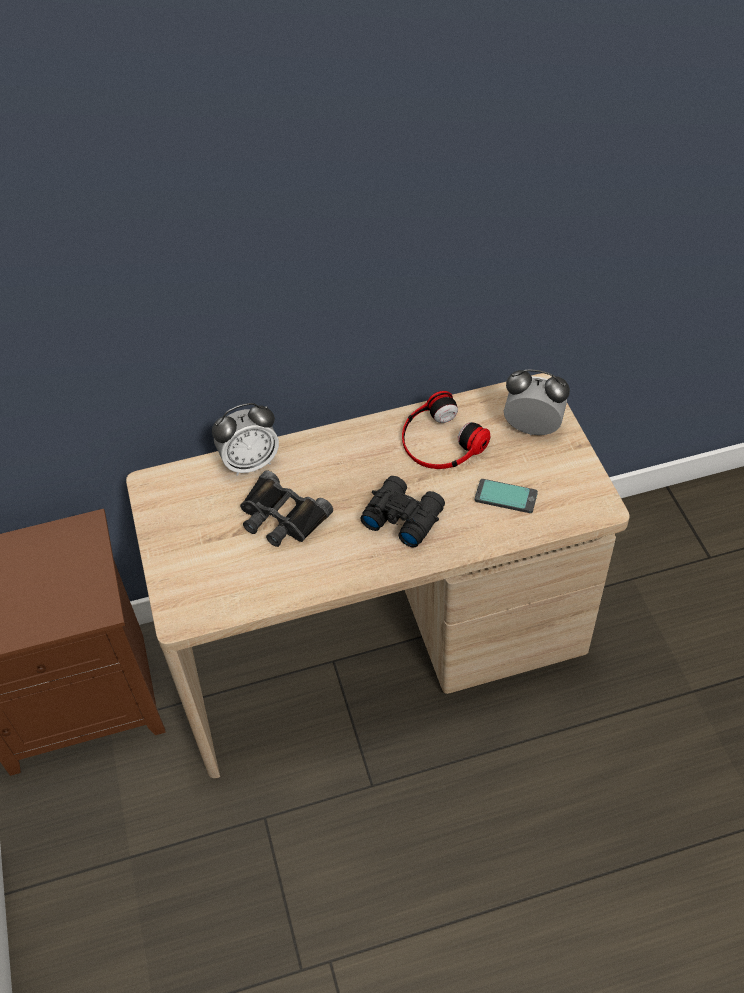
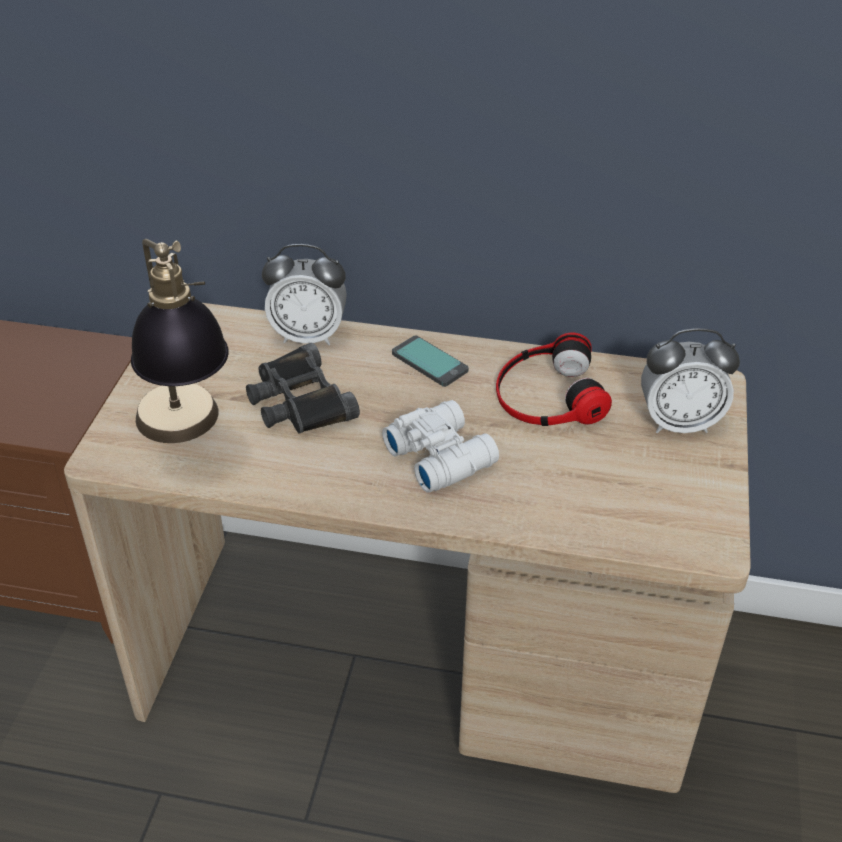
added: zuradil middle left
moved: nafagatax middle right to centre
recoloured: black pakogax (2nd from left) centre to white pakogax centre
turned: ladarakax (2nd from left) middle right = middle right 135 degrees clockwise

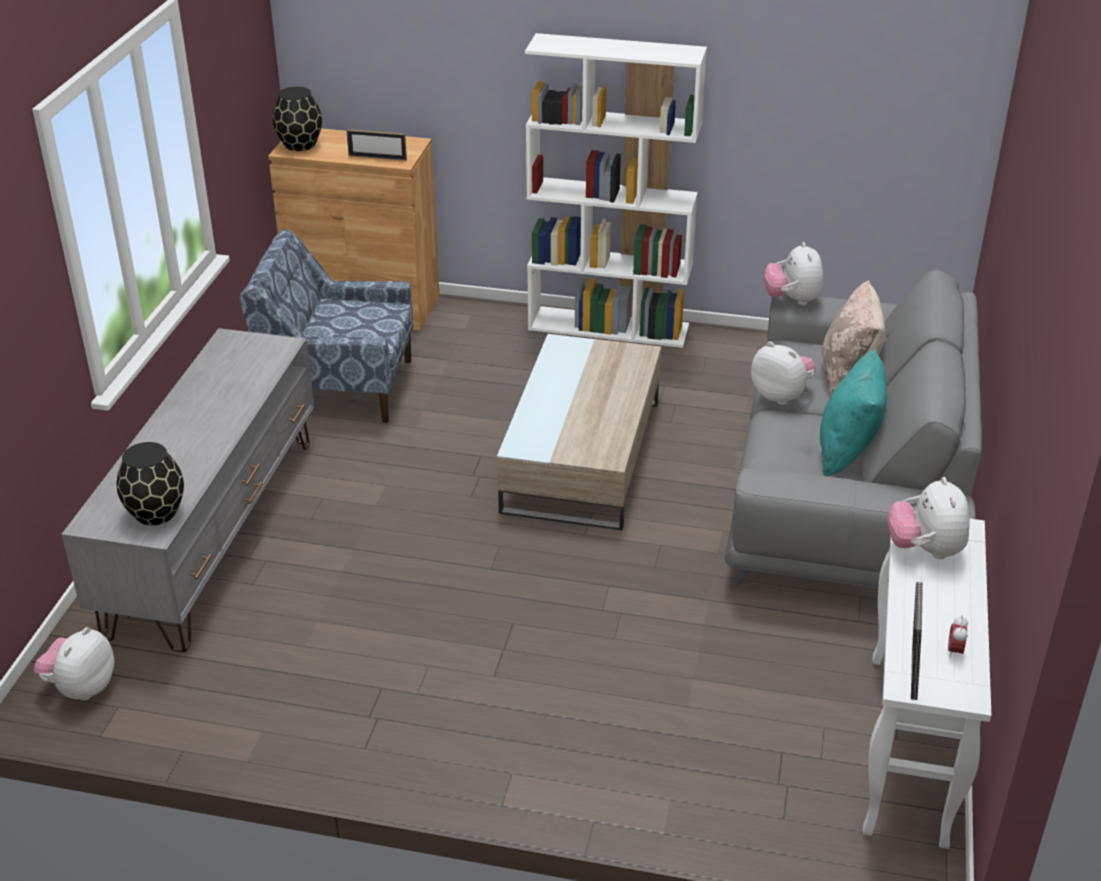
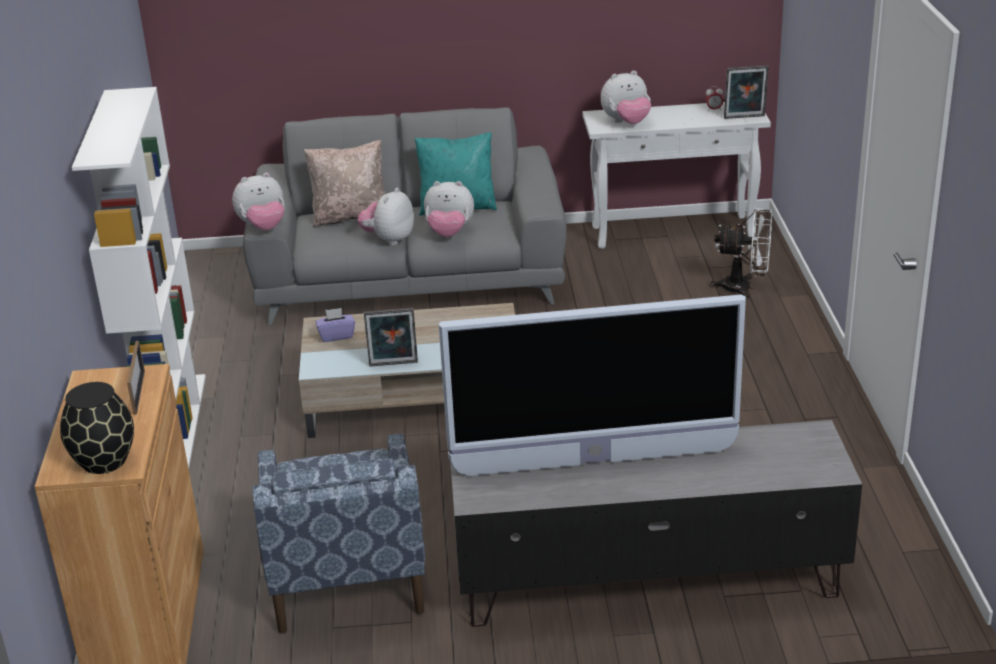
removed: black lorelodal (1st from left) middle left
added: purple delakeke centre; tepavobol (2nd from left) centre; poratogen centre; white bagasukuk middle right
moved: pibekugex (1st from left in the first image) bottom left to pibekugex (3rd from left) top centre

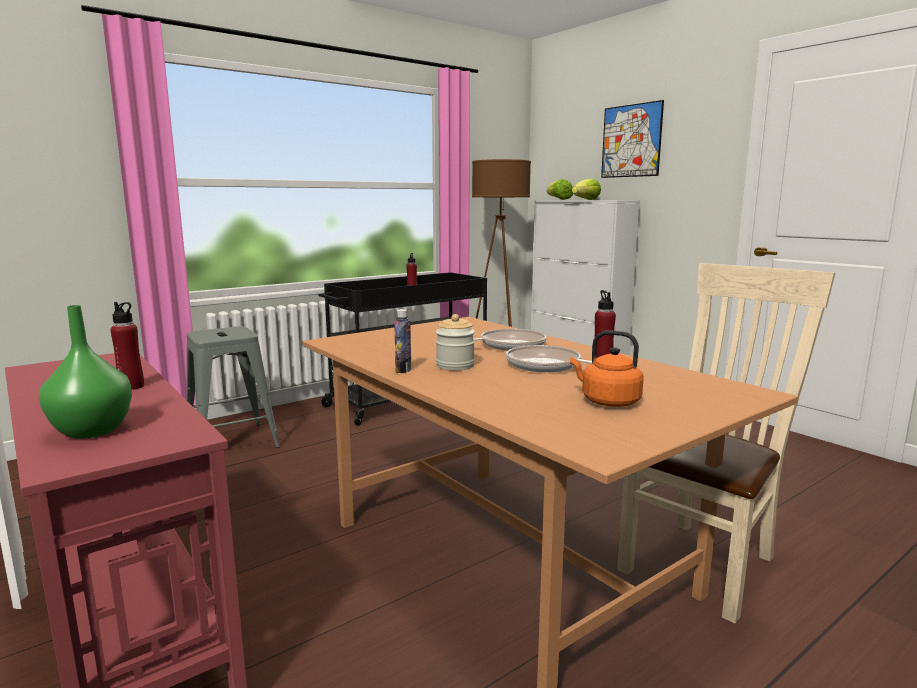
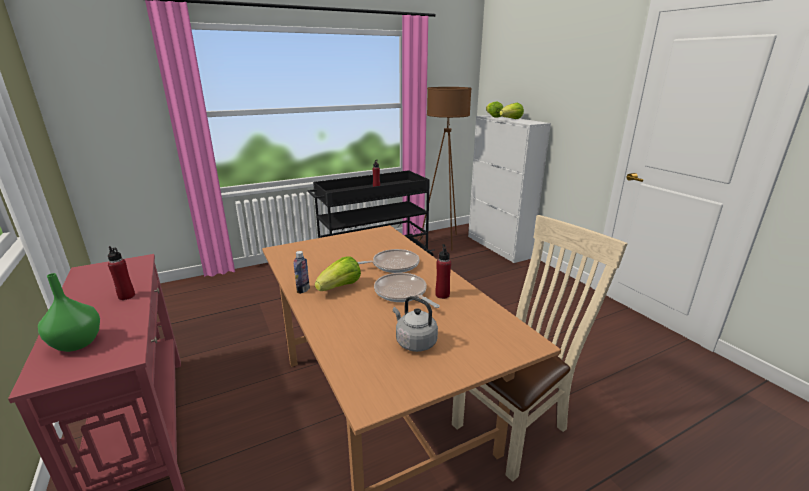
removed: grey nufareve middle left; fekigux top right
replaced: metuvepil centre to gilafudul (1st from left) centre
recoloured: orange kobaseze centre to grey kobaseze centre

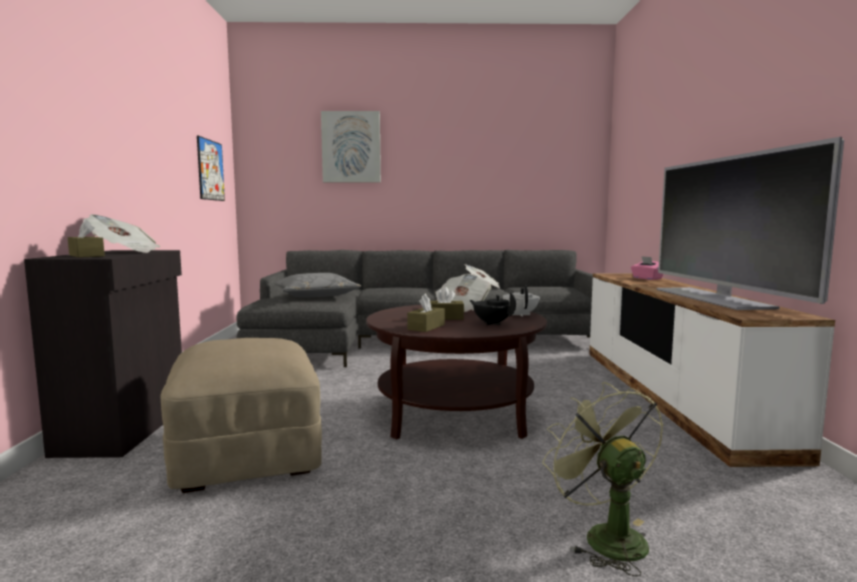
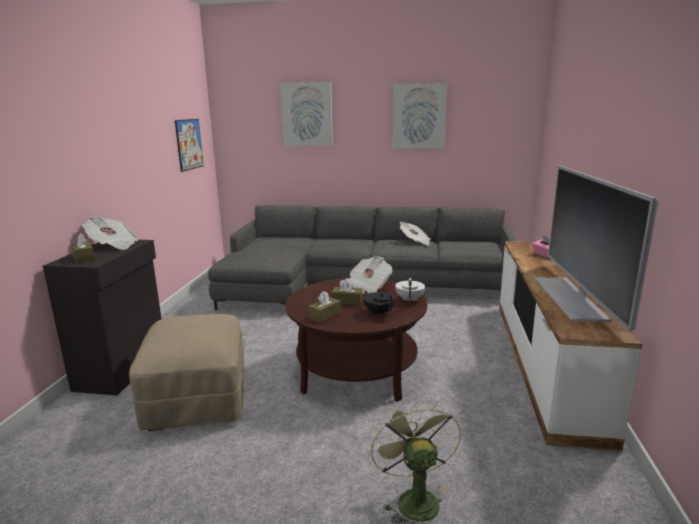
removed: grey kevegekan centre
added: fekigux (3rd from left) top centre

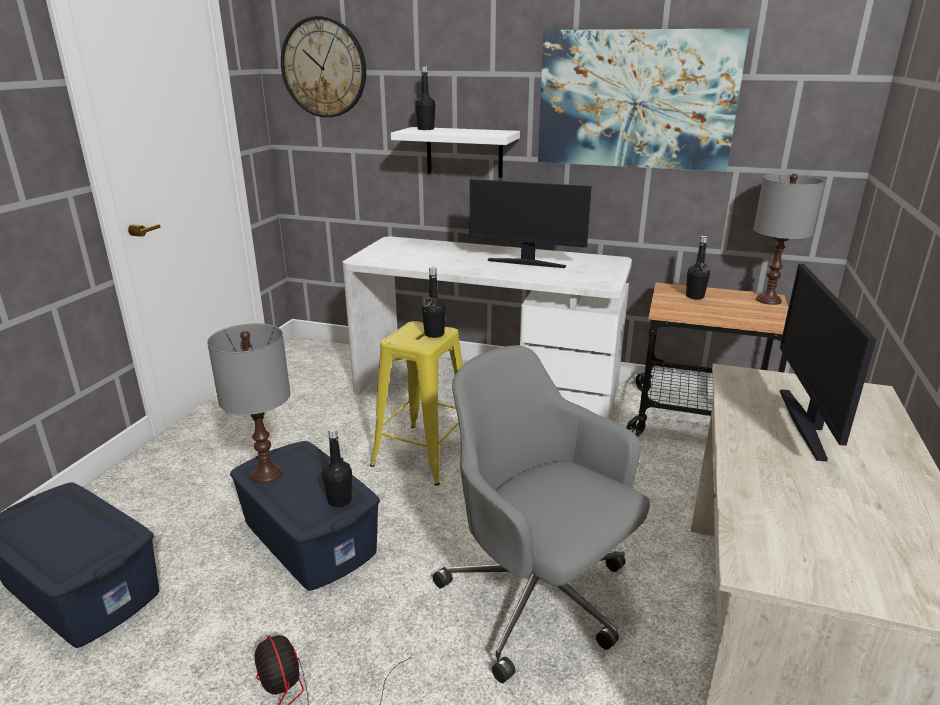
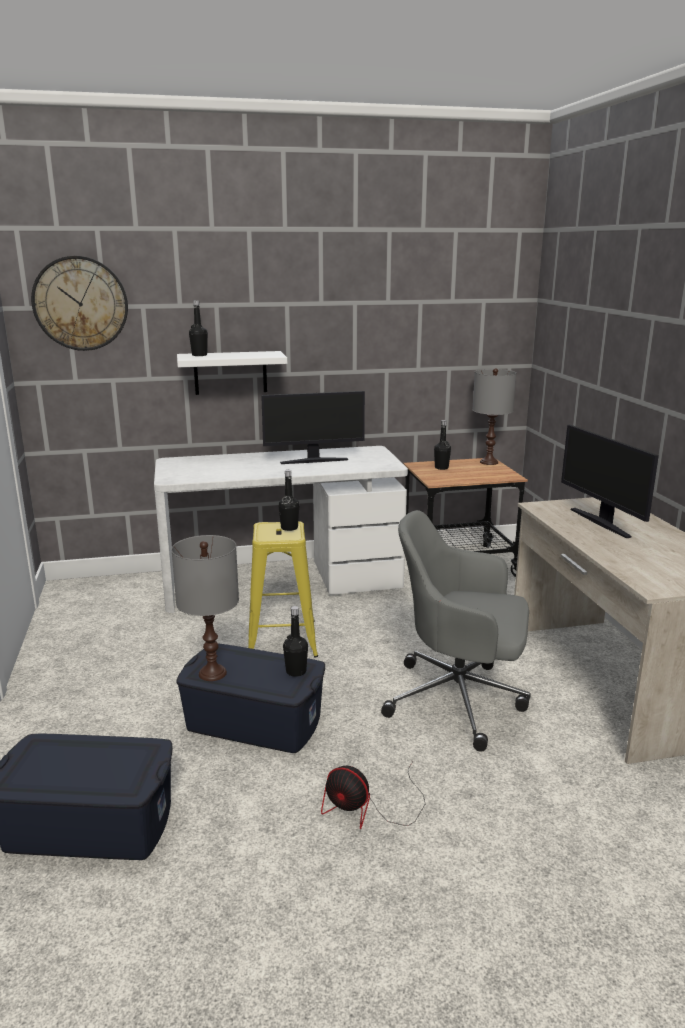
removed: fekigux top right

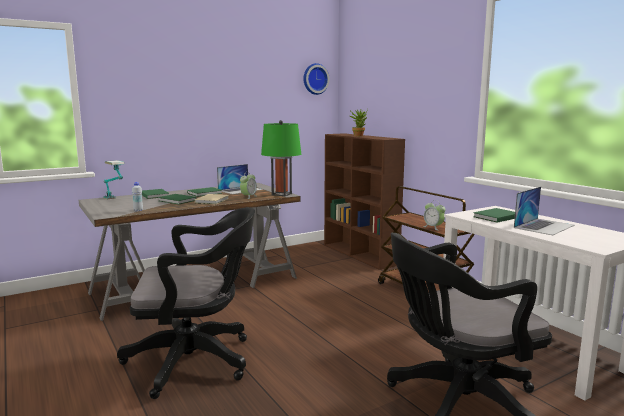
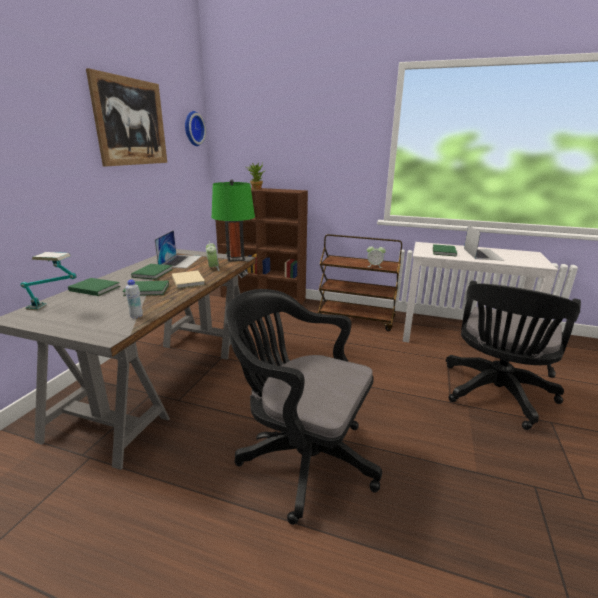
added: fekigux top left
turned: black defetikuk (1st from left) bottom left = bottom centre 105 degrees counterclockwise

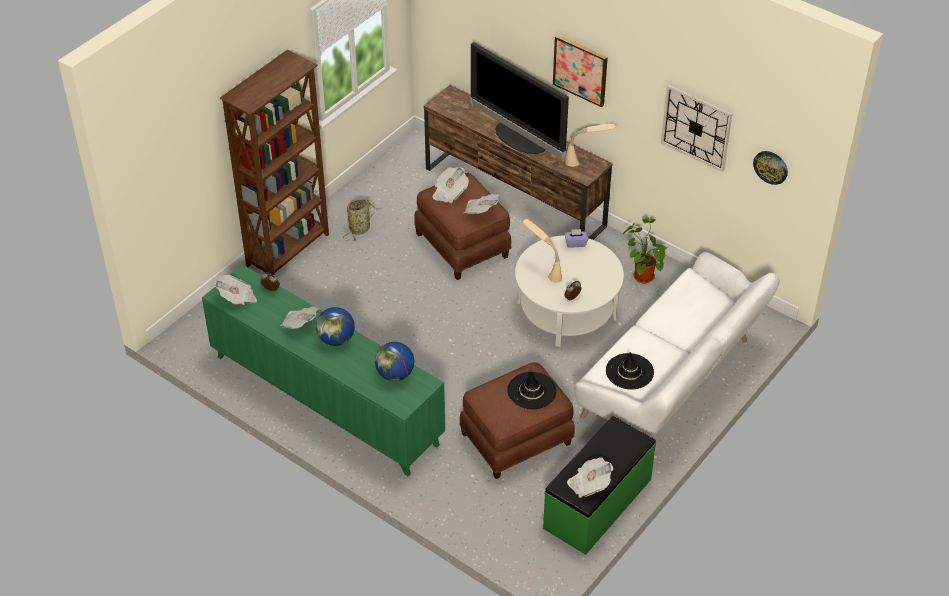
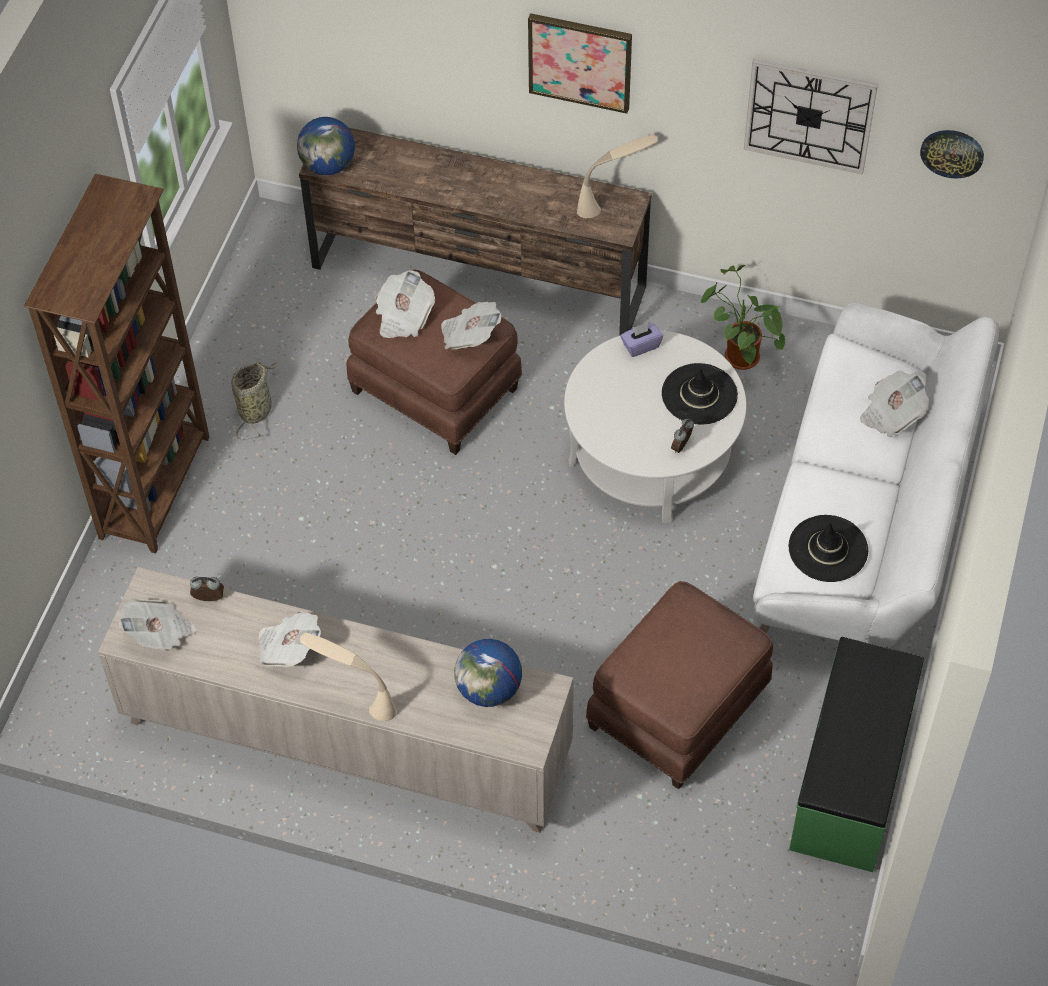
removed: poratogen top centre
moved: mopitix (1st from left) centre to top left; beige zuradil (1st from left) centre to bottom left; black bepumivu (1st from left) centre to middle right; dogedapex (5th from left) bottom centre to middle right
recoloured: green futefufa centre to beige futefufa bottom left

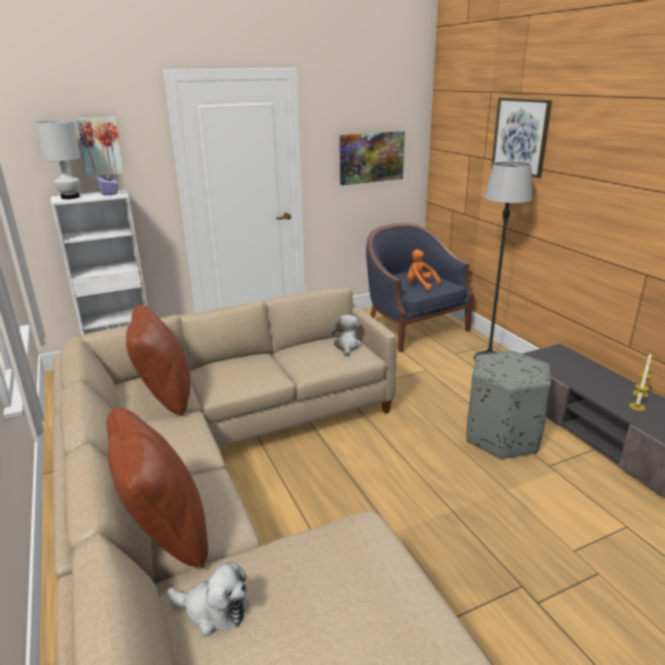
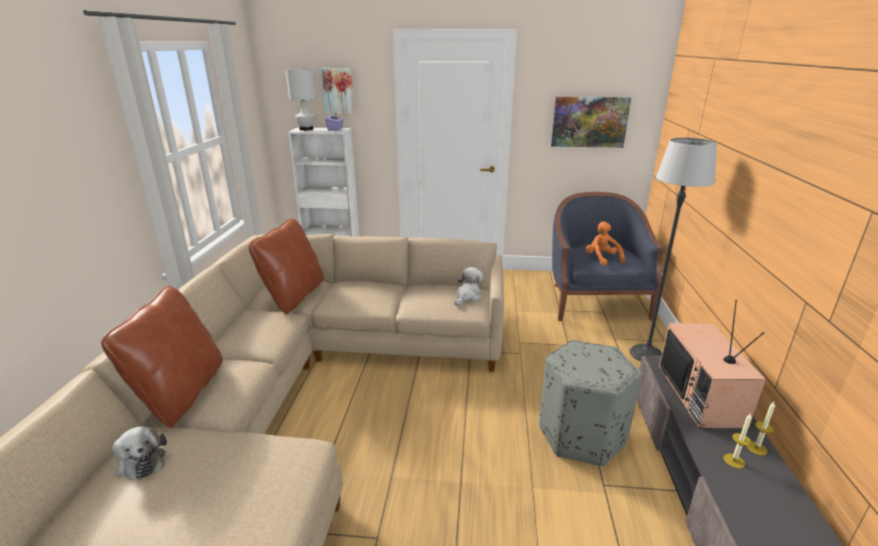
removed: fekigux (3rd from left) top right
added: poratogen bottom right

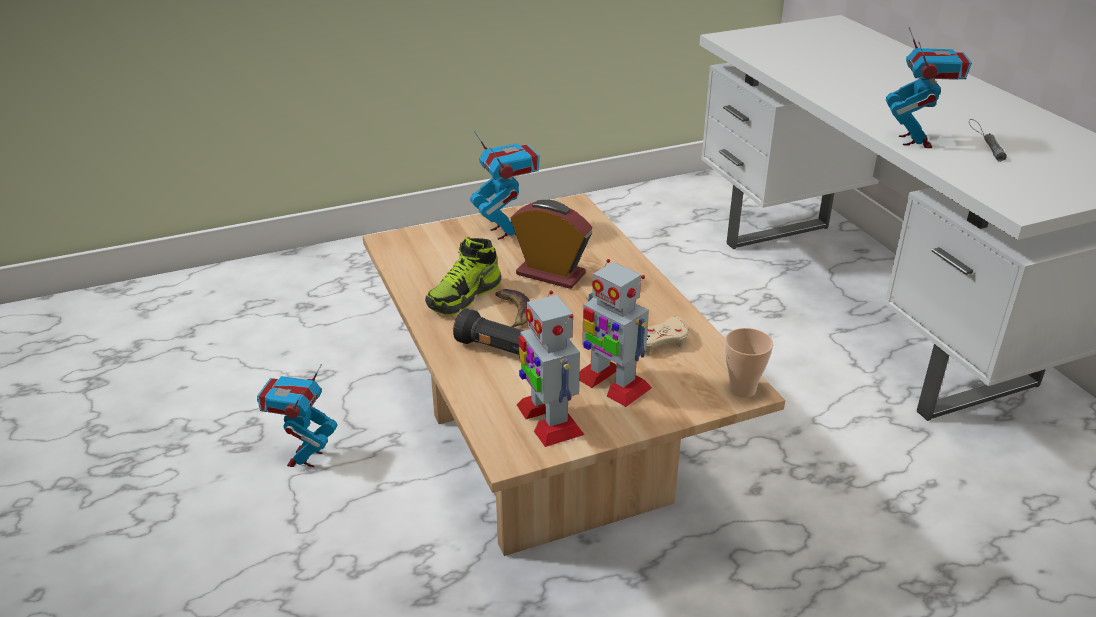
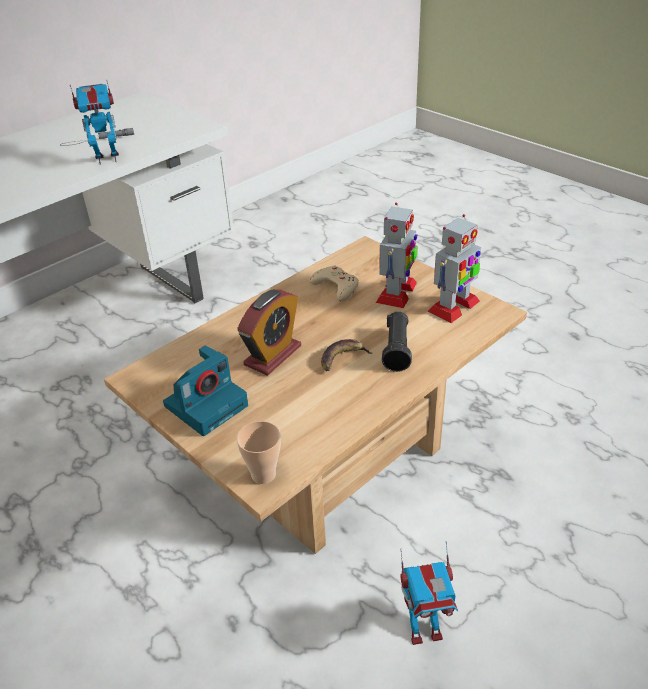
removed: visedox centre
moved: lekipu middle right to centre
replaced: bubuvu (2nd from left) top centre to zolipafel middle left
turned: ladarakax centre = centre 150 degrees counterclockwise

